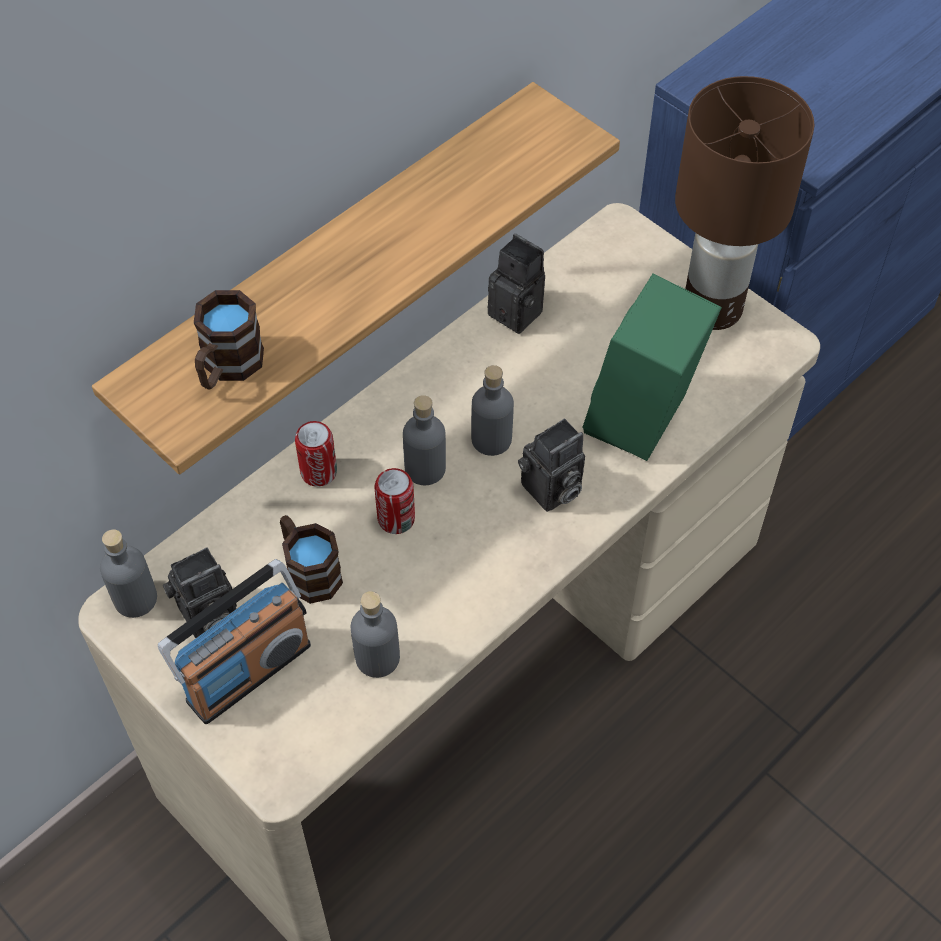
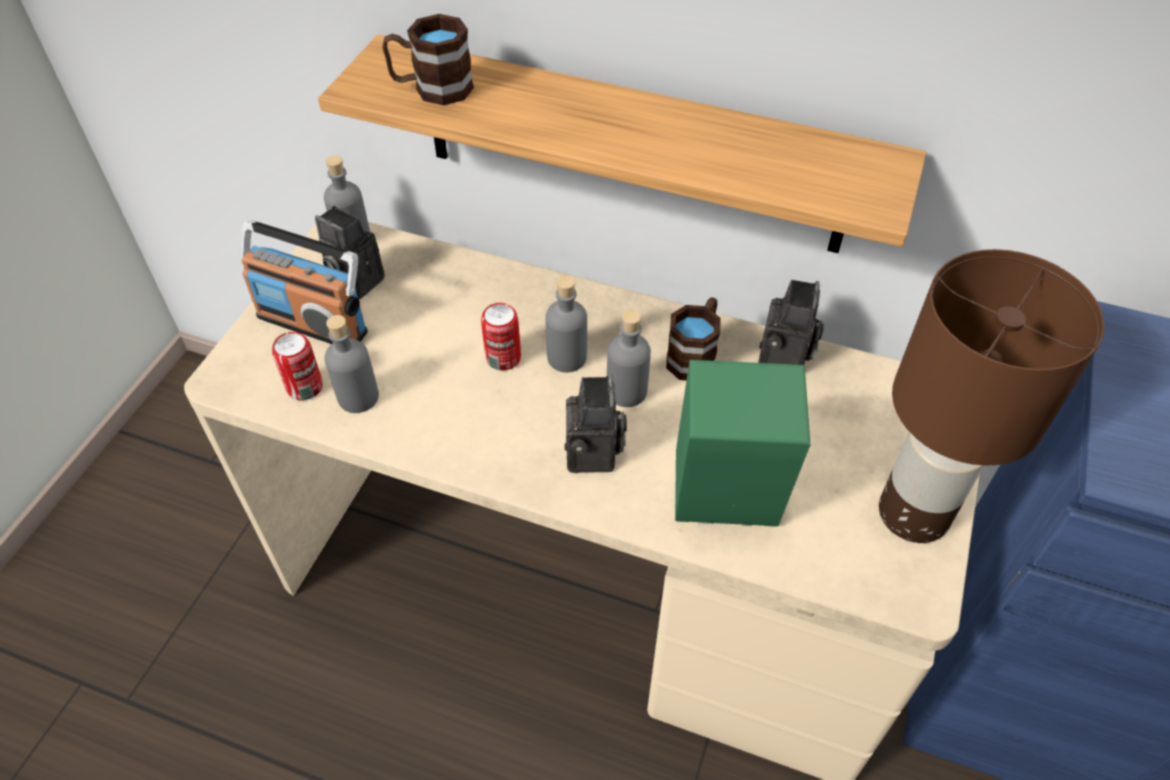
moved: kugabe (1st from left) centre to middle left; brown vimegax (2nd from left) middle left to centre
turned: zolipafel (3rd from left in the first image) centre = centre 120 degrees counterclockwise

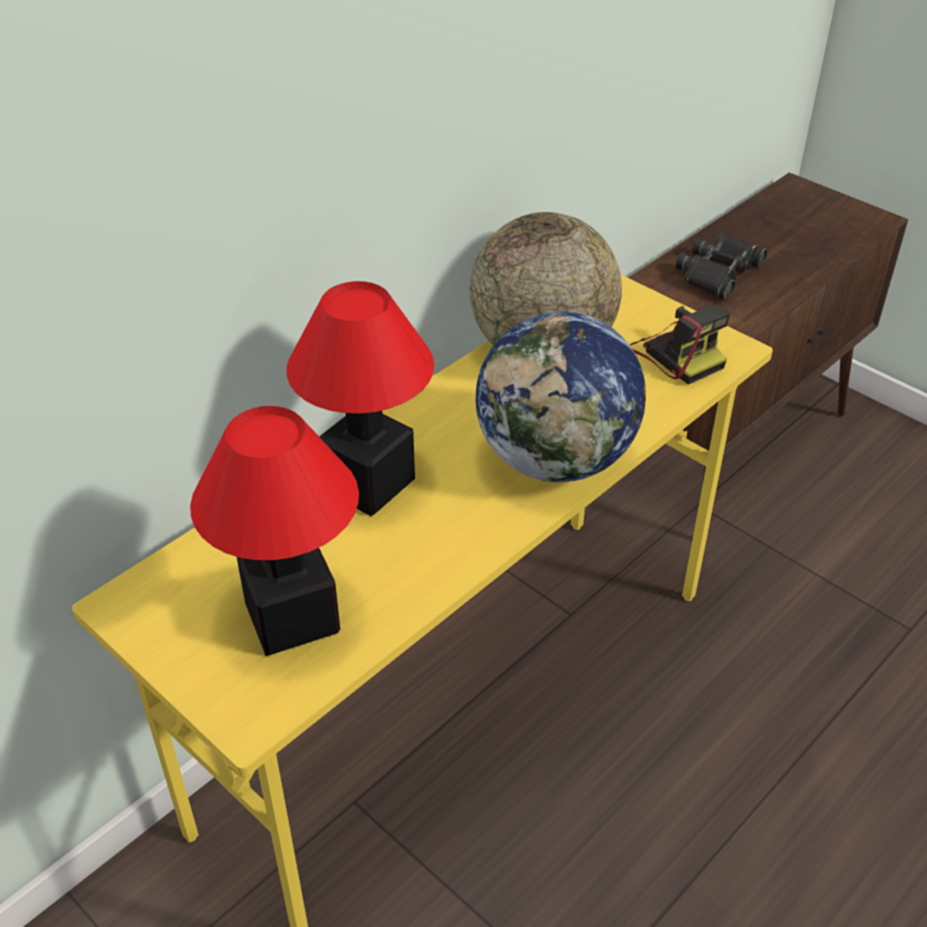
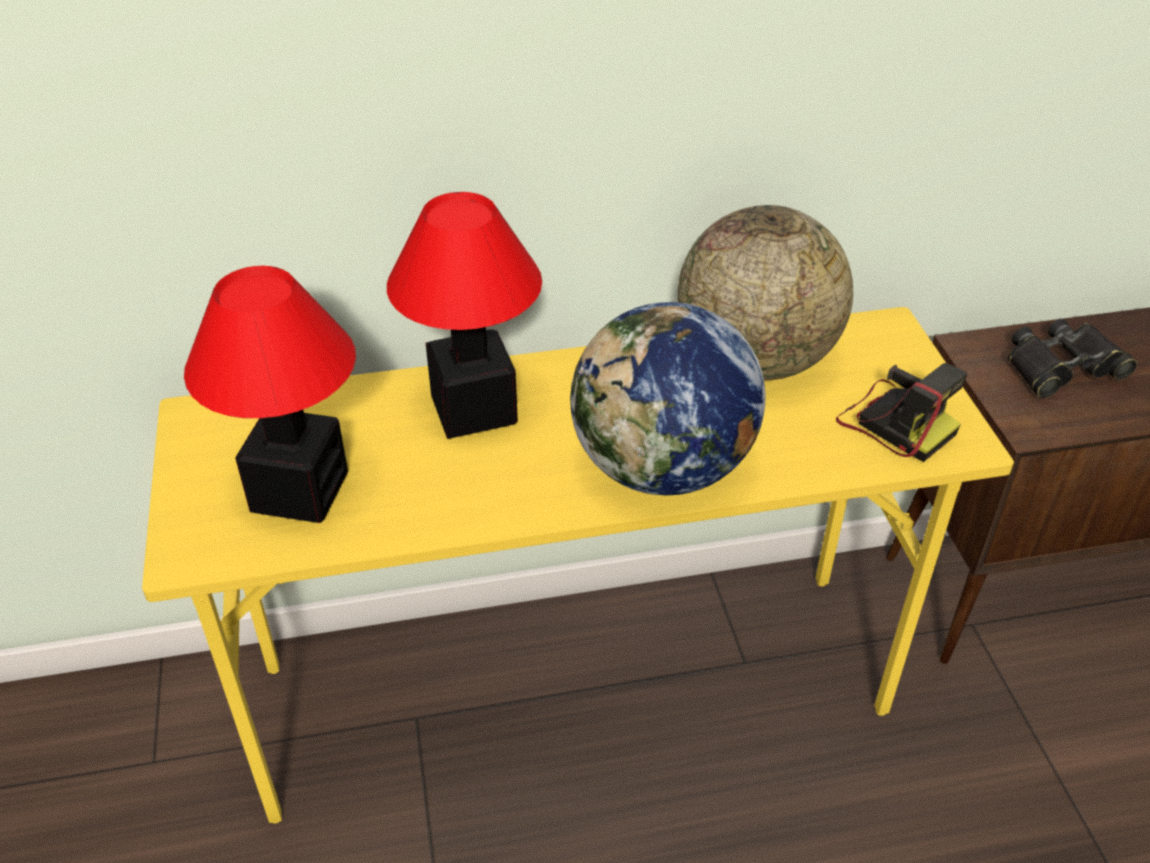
turned: zolipafel middle right = middle right 45 degrees counterclockwise

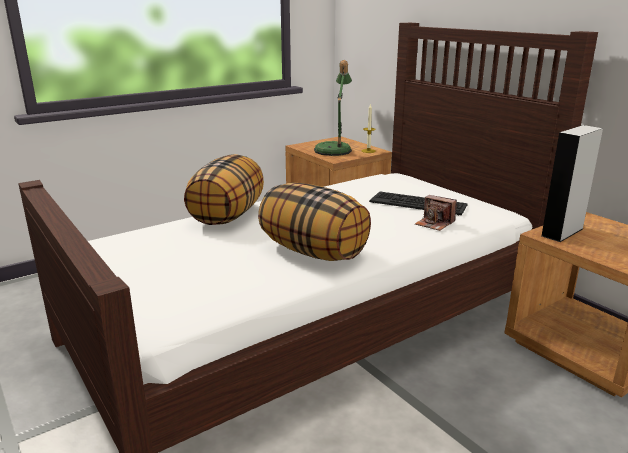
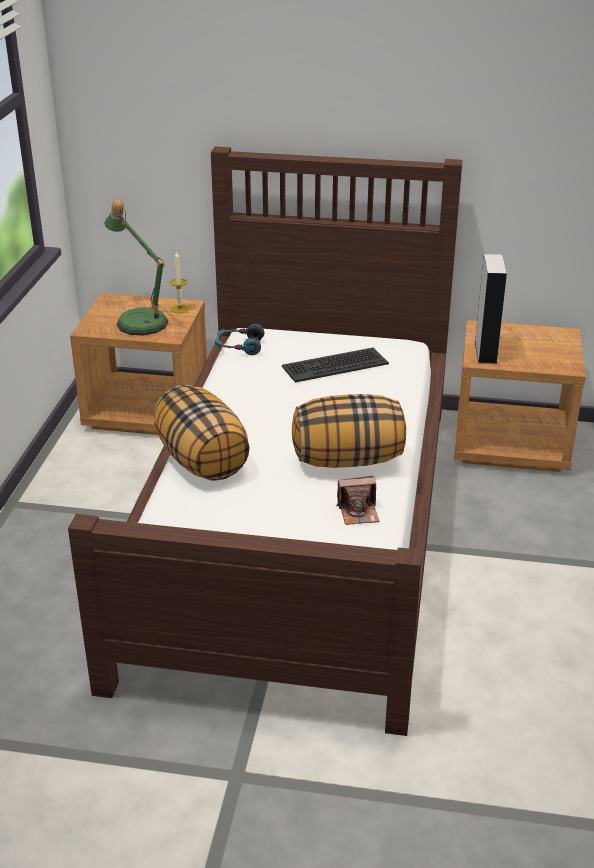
added: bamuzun centre
moved: zolipafel middle right to centre

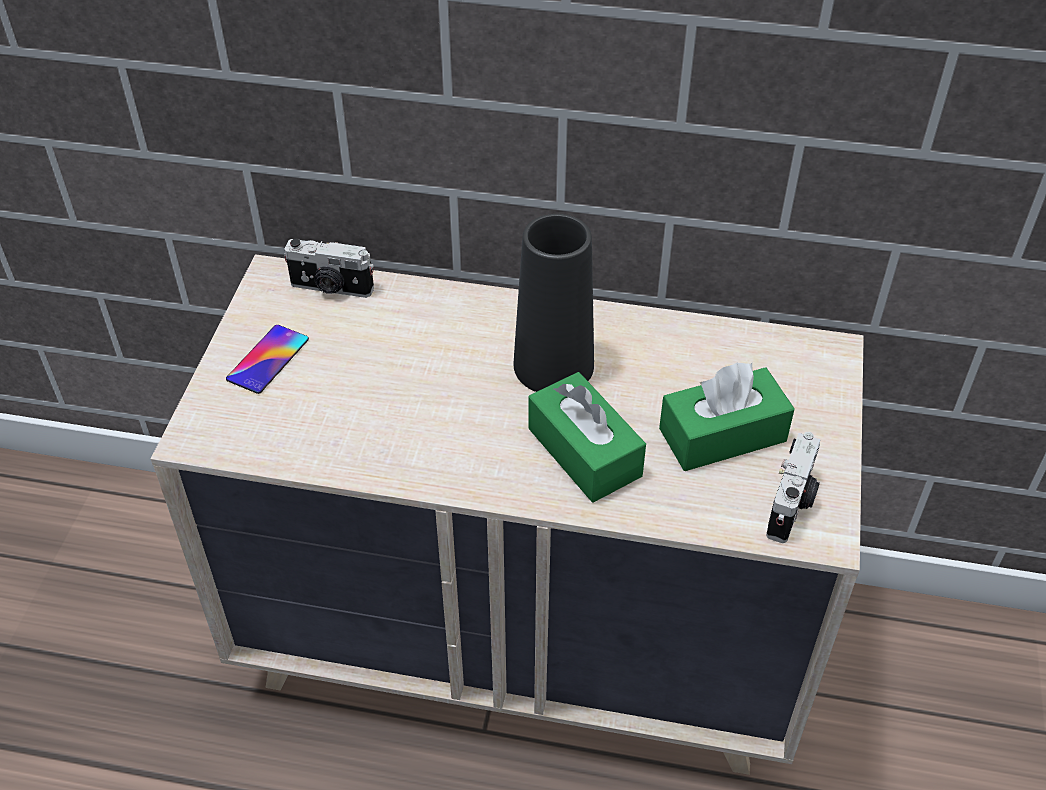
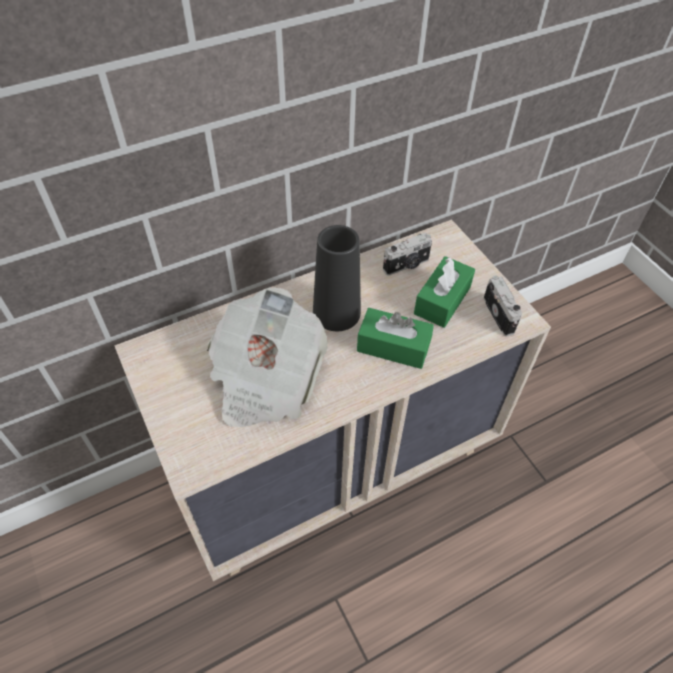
removed: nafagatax middle left
added: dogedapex centre
moved: zolipafel (1st from left) middle left to centre

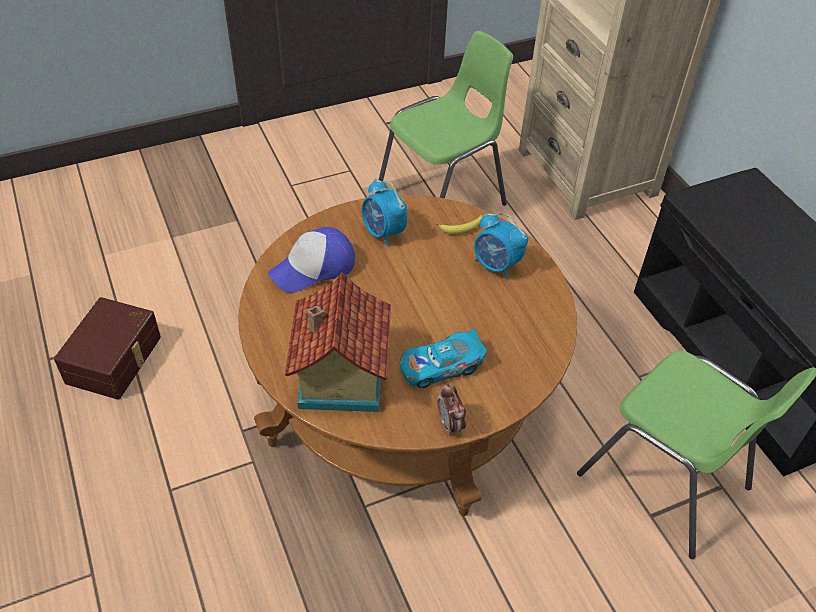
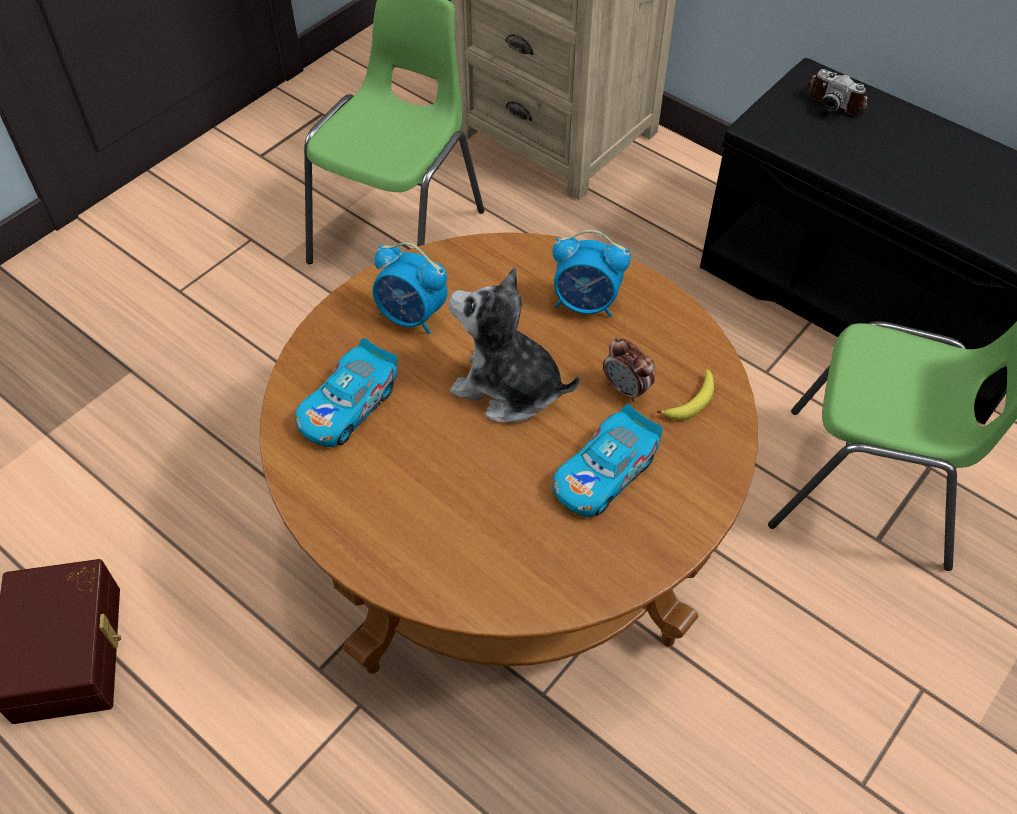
removed: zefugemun centre
added: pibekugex centre; zolipafel top right
moved: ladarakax (2nd from left in the first image) bottom centre to ladarakax (3rd from left) centre; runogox centre to middle right
replaced: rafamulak centre to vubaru (1st from left) centre

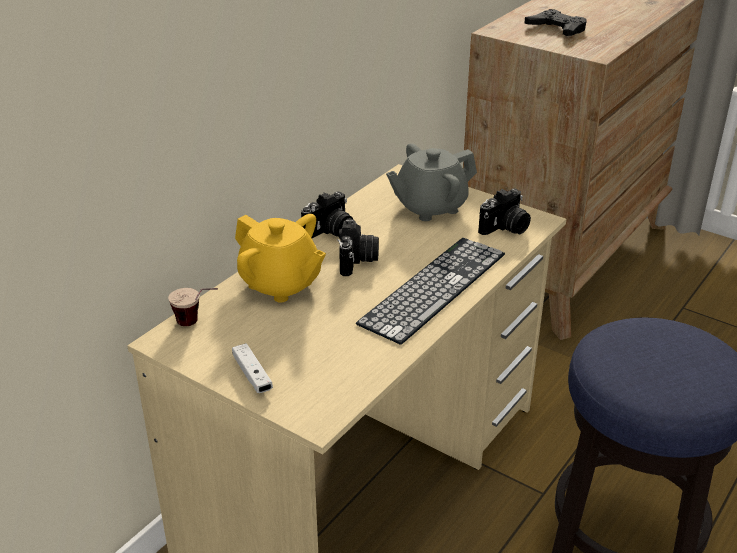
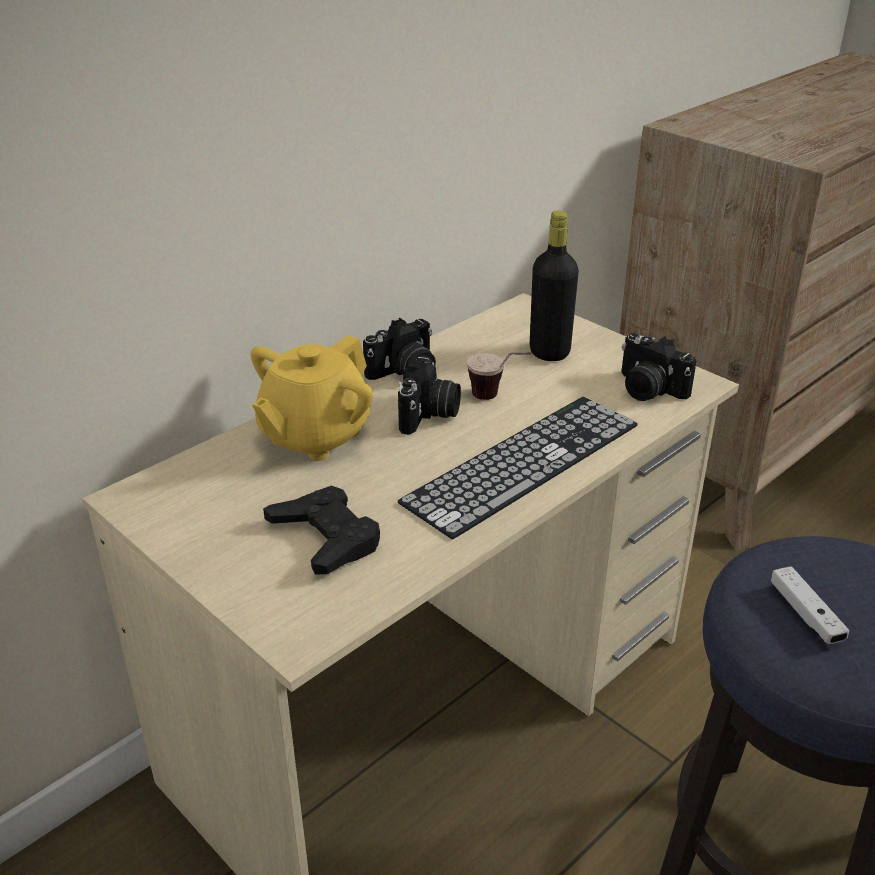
moved: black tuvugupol top right to centre; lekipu middle left to centre; white tuvugupol centre to bottom right
replaced: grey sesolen top centre to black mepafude top centre
turned: yellow sesolen centre = centre 75 degrees clockwise; zolipafel (3rd from left) middle right = middle right 75 degrees clockwise

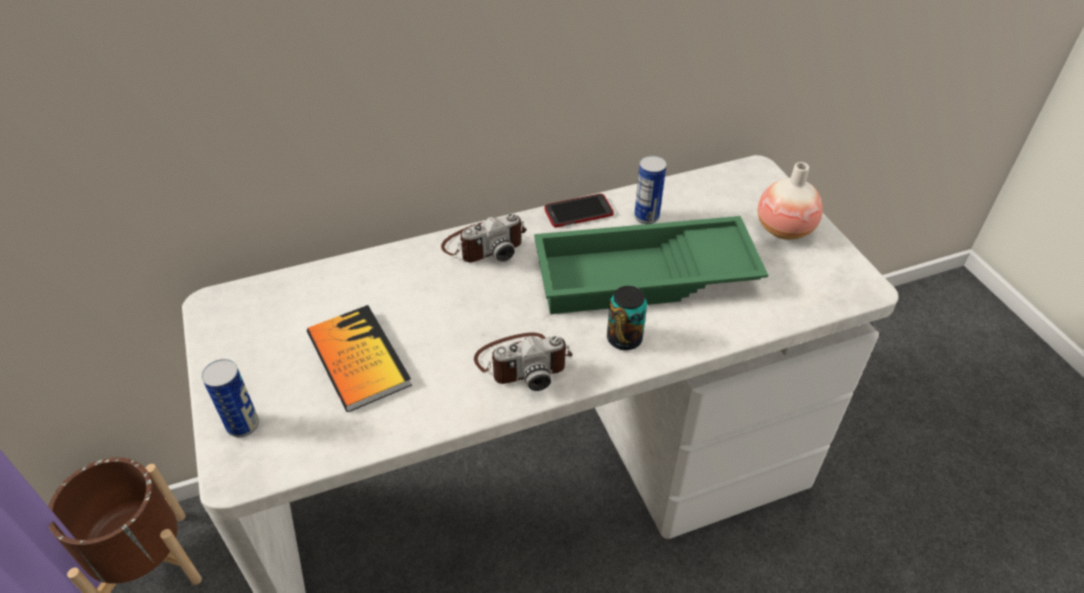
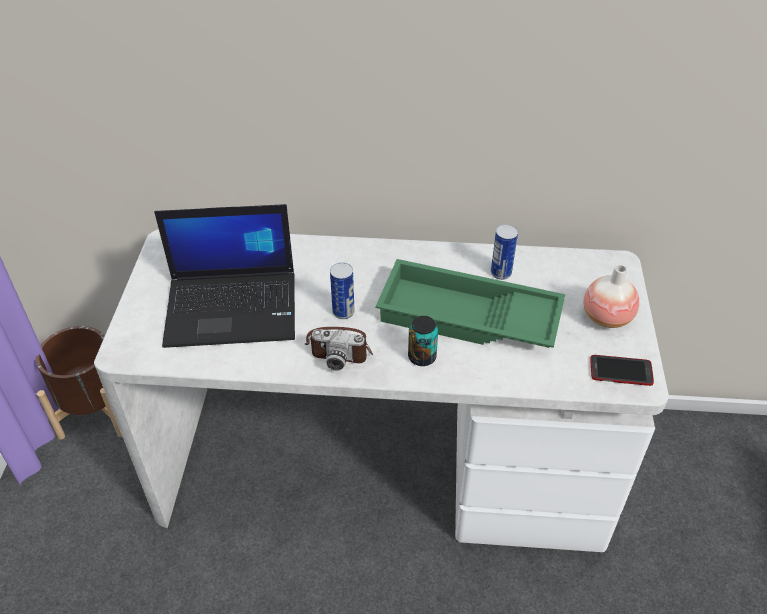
removed: zolipafel (1st from left) centre
moved: kugabe (1st from left) bottom left to centre; nafagatax centre to middle right
replaced: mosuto middle left to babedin middle left

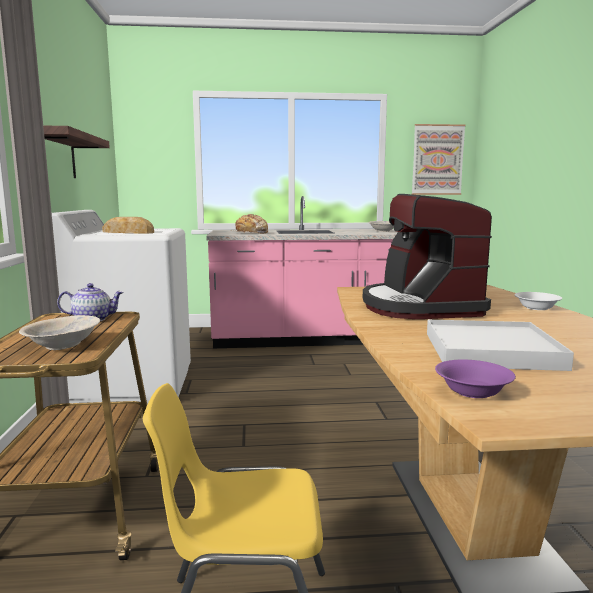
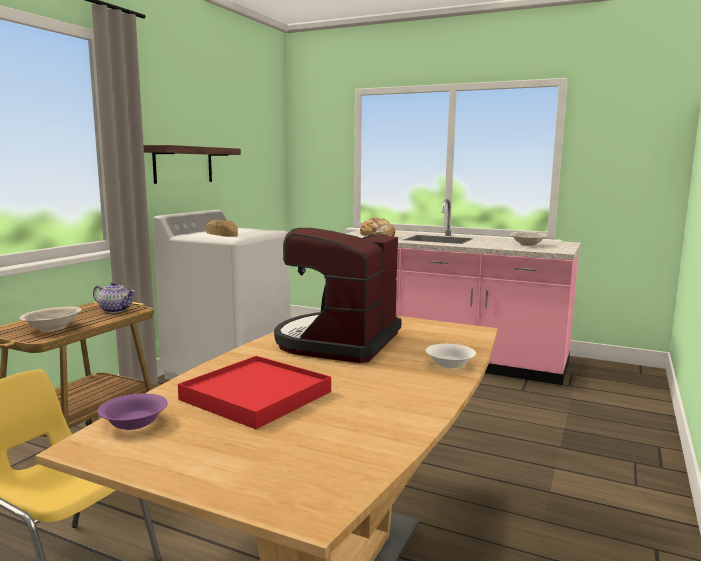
removed: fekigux top right
recoloured: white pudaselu middle right to red pudaselu bottom centre

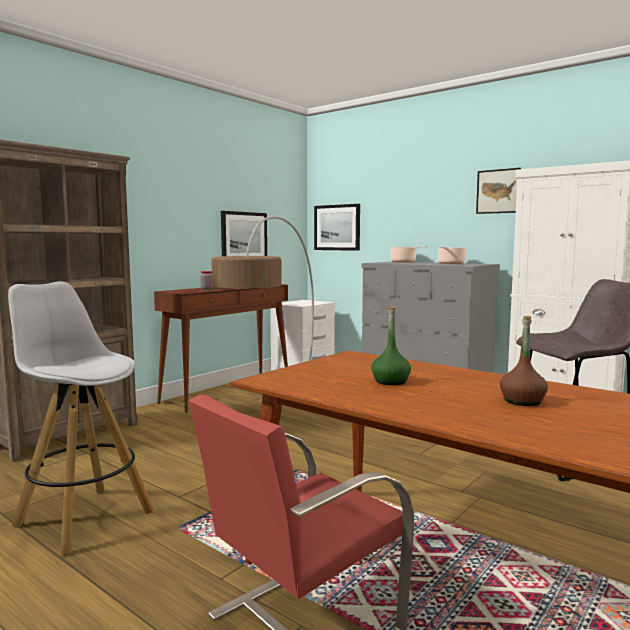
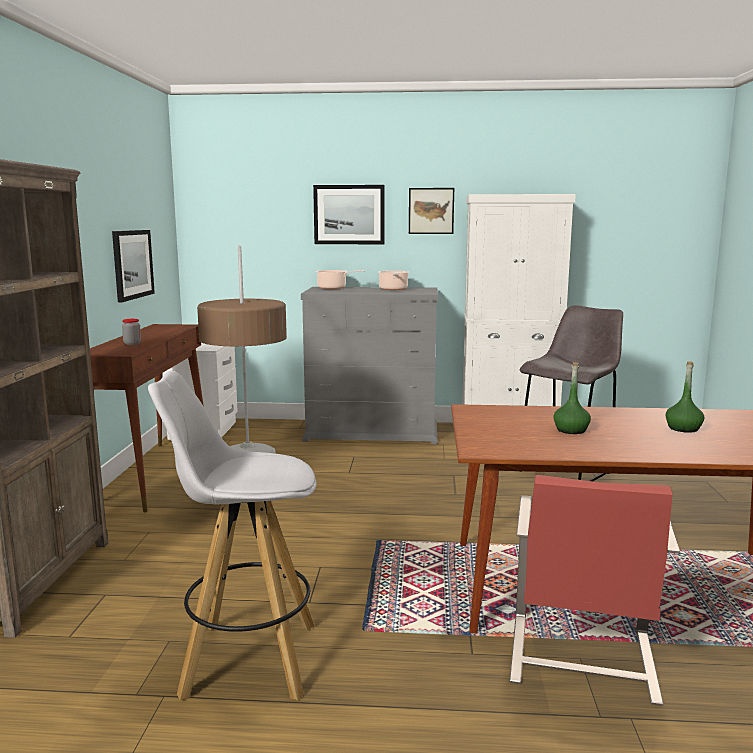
moved: fekigux (2nd from left) centre to top centre
recoloured: brown mepafude middle right to green mepafude (2nd from left) middle right

